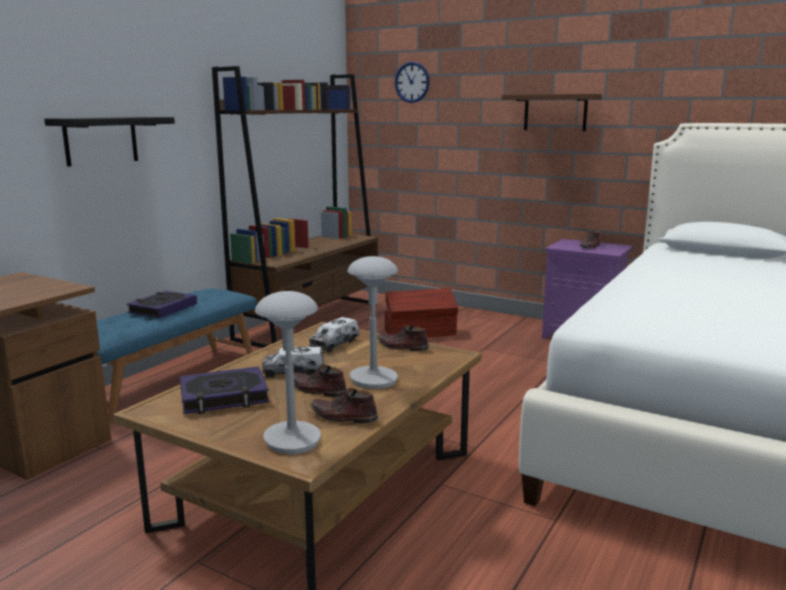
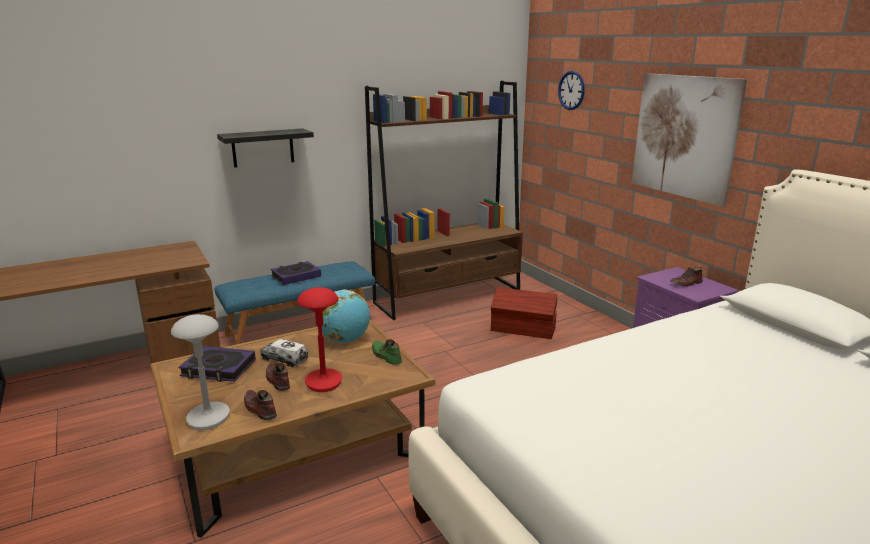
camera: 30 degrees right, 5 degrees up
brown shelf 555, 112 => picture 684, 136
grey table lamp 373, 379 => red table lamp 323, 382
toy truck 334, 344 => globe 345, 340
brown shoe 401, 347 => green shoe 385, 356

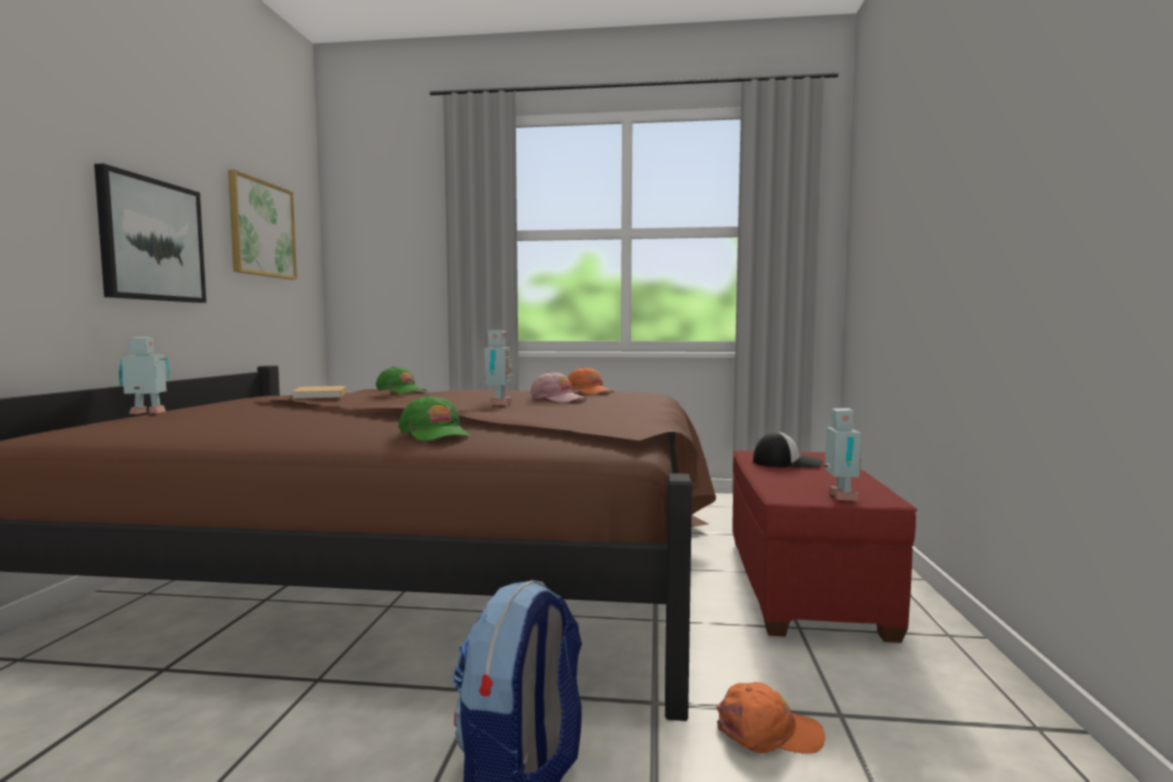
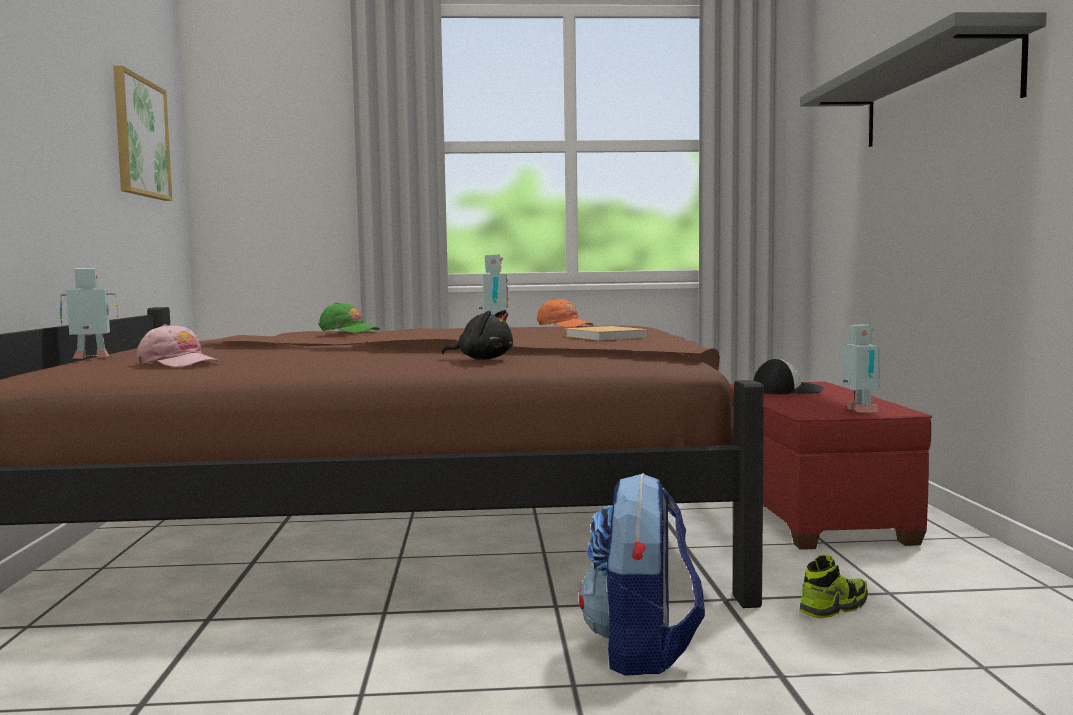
camera: 10 degrees left, 0 degrees up
picture 151, 240 => nothing
pink cap 558, 399 => pink cap 179, 363, moved
beige book 320, 395 => beige book 606, 337, moved
green cap 435, 434 => black plush toy 482, 359
orange cap 768, 731 => shoe 834, 607
nothing => grey shelf 936, 94

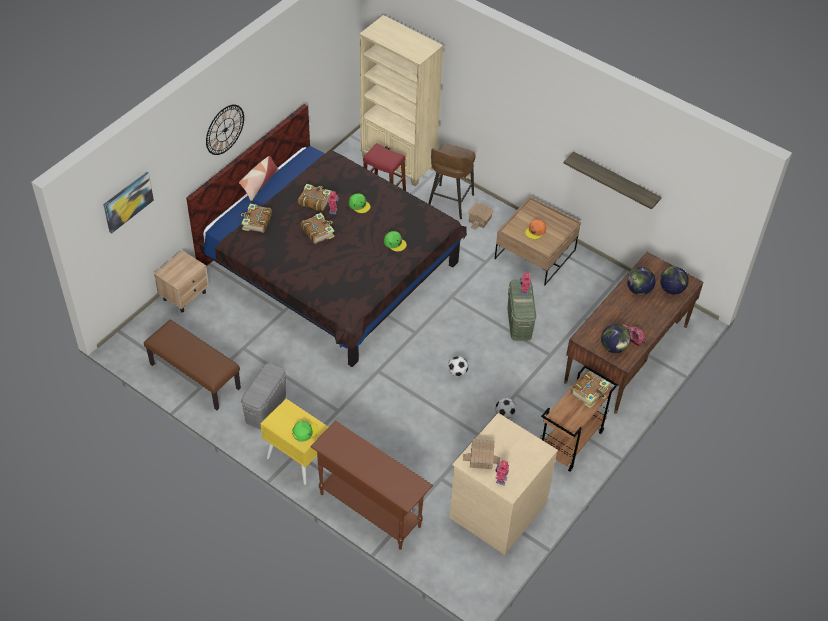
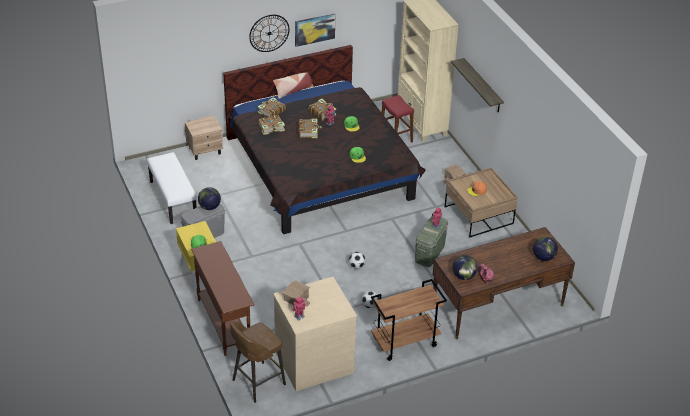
camera: 30 degrees right, 10 degrees down
brown stool 449, 203 => brown stool 257, 383, moved
shelf 615, 181 => shelf 482, 86, moved
picture 128, 201 => picture 314, 29, moved
globe 639, 290 => globe 209, 207, moved
brown bench 194, 376 => white bench 172, 199
book 590, 392 => book 271, 128, moved

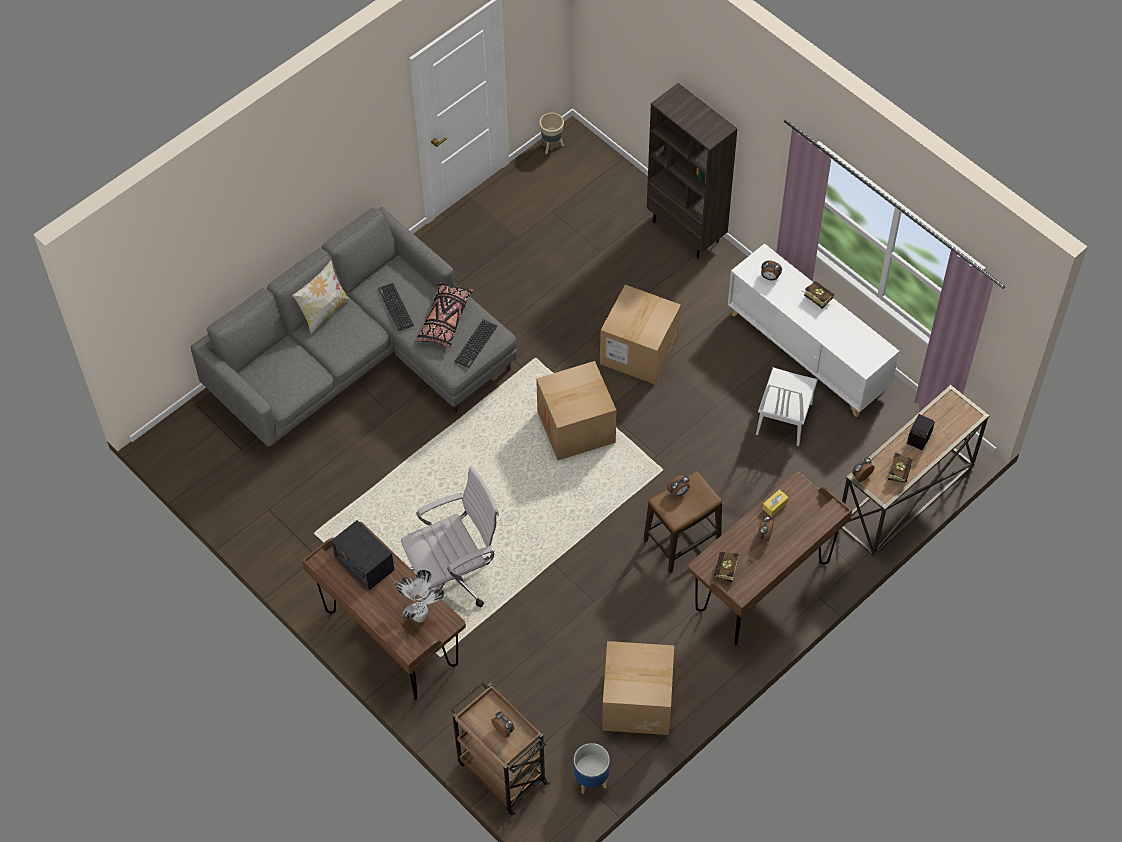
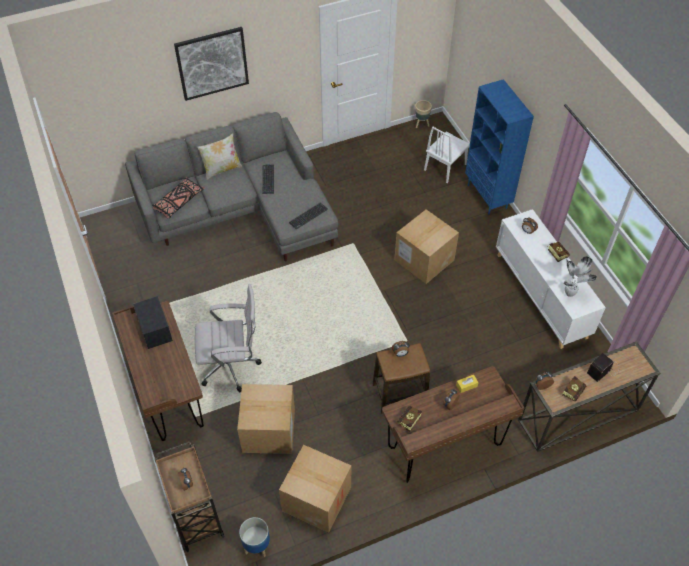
camera: 20 degrees right, 5 degrees down
brown bookcase 687, 231 => blue bookcase 488, 196
black pillow 445, 320 => black pillow 178, 202, moved
cardboard box 576, 427 => cardboard box 269, 430, moved
white chair 784, 418 => white chair 445, 167, moved
potted plant 420, 617 => potted plant 570, 294, moved
nothing => picture 212, 63

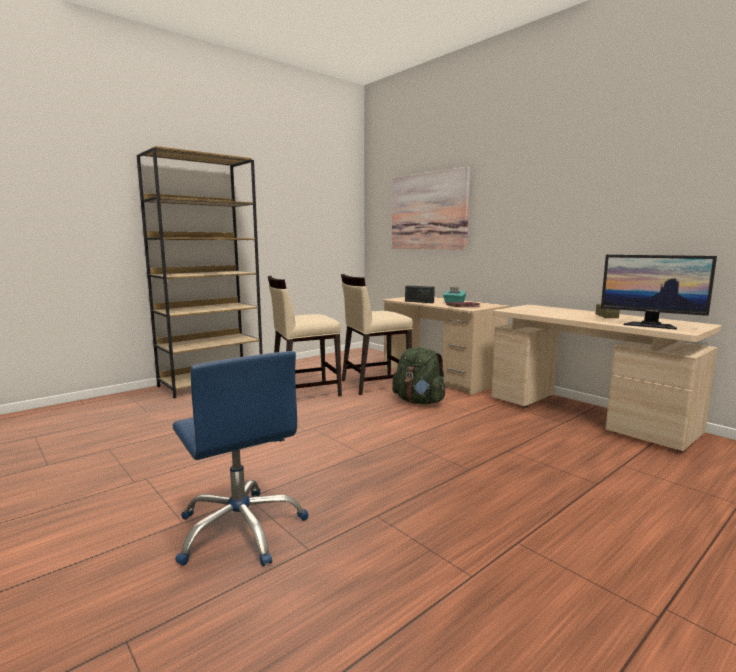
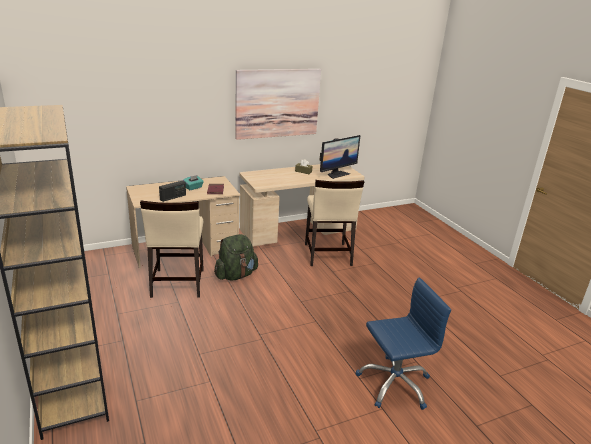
camera: 75 degrees left, 15 degrees up
picture 428, 211 => picture 277, 103, moved
beige chair 304, 391 => beige chair 327, 255, moved

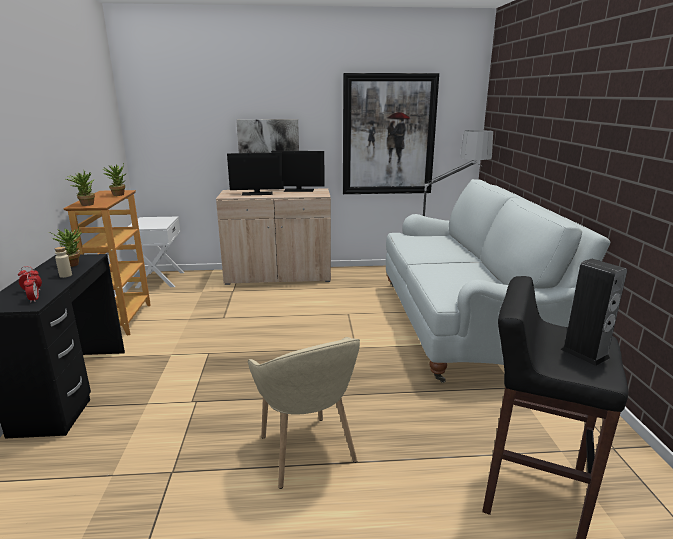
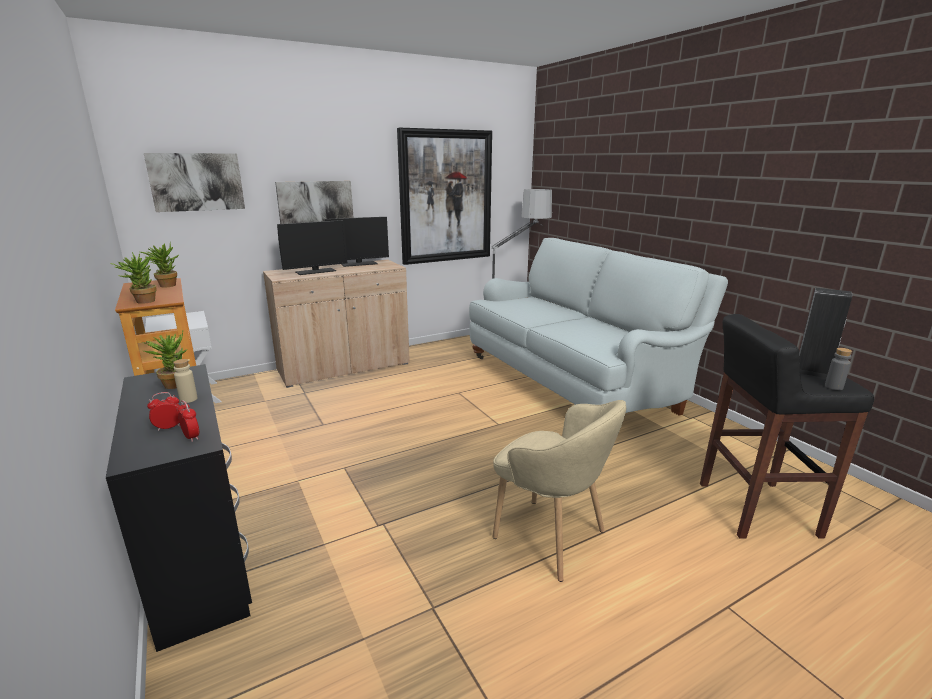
camera: 25 degrees left, 0 degrees up
nothing => picture 196, 182
nothing => grey bottle 833, 387

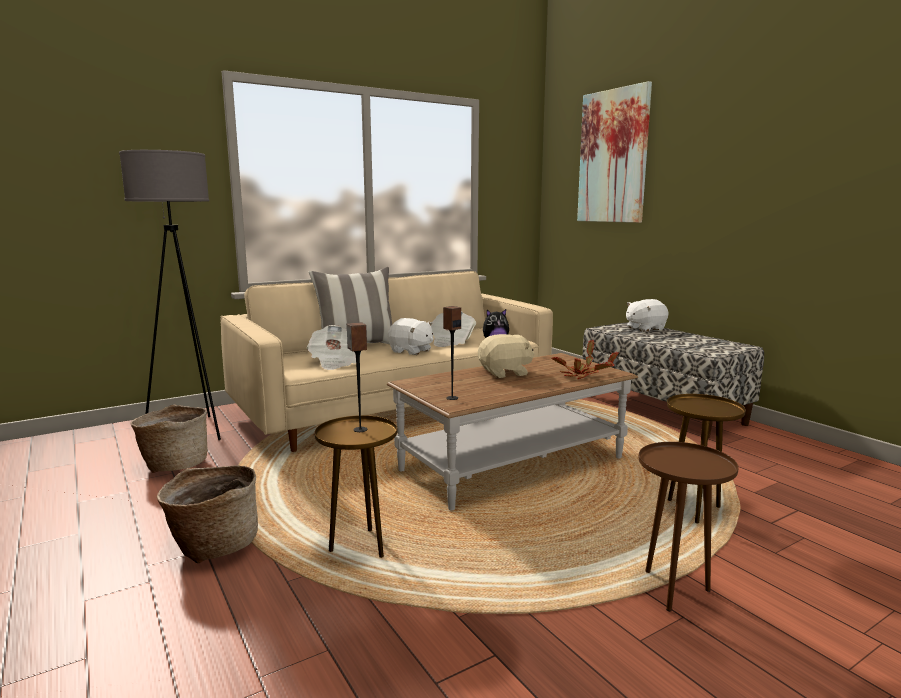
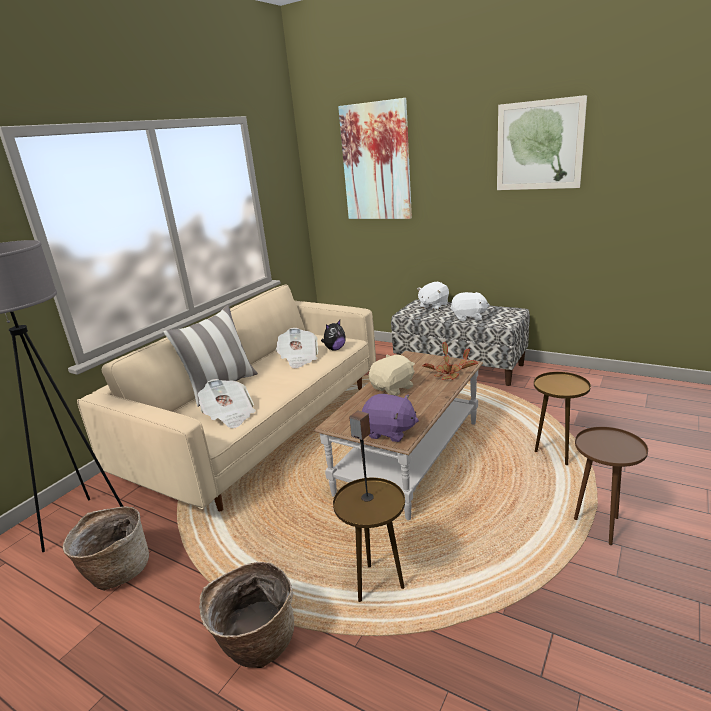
camera: 25 degrees left, 10 degrees up
speaker 452, 398 => purple plush toy 389, 432
white plush toy 411, 351 => white plush toy 469, 317, moved
nothing => picture 539, 145

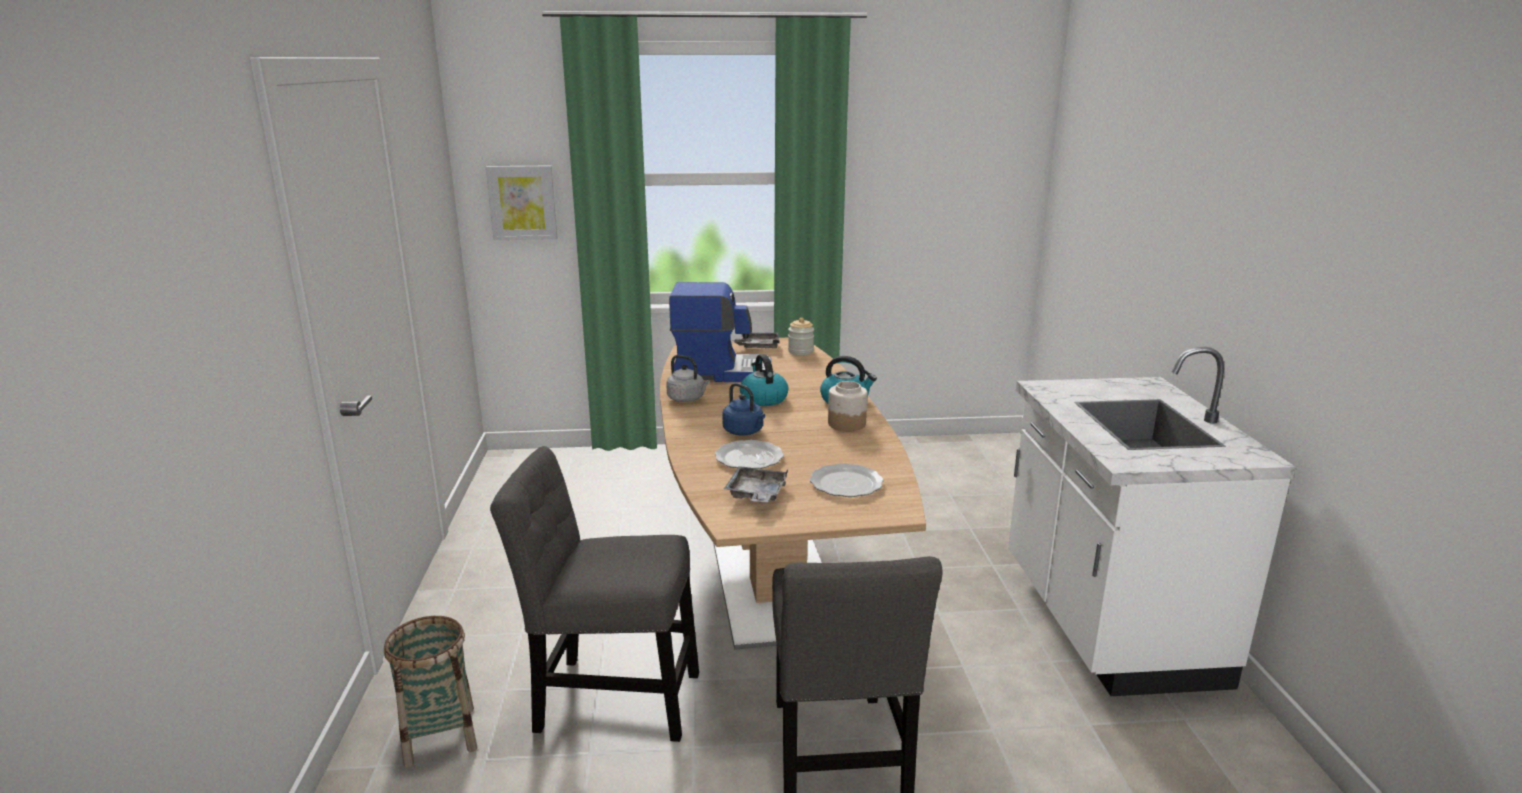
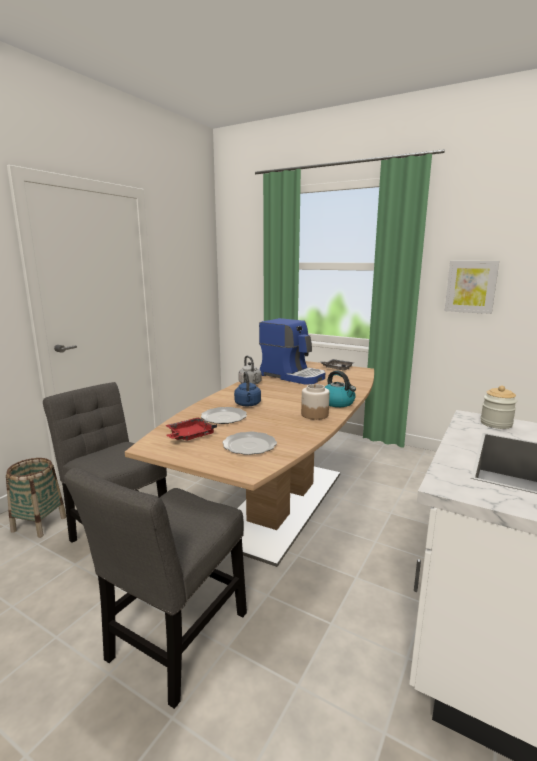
camera: 35 degrees right, 5 degrees down
picture 522, 202 => picture 471, 286, moved
jar 800, 351 => jar 496, 424, moved
kettle 763, 399 => nothing
grey tray 756, 494 => red tray 189, 436

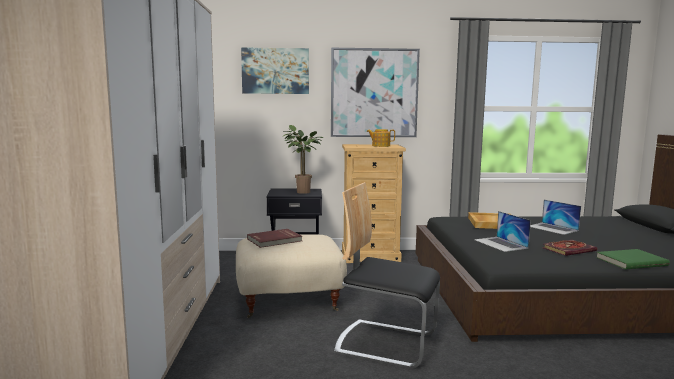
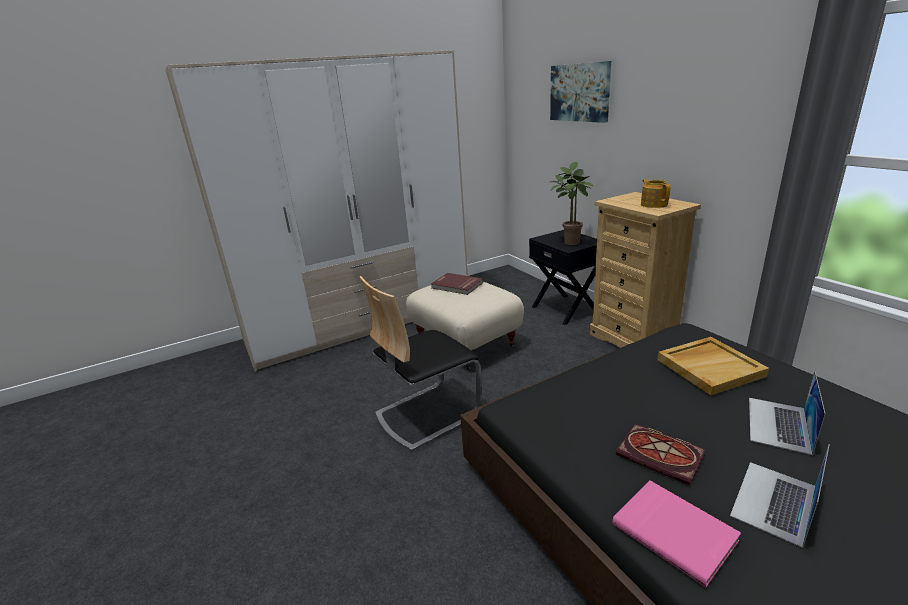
camera: 65 degrees right, 15 degrees up
picture 374, 93 => nothing
chair 386, 343 => chair 426, 414, 120 degrees counterclockwise
laptop 500, 244 => laptop 774, 501, moved
green book 630, 261 => pink book 675, 531

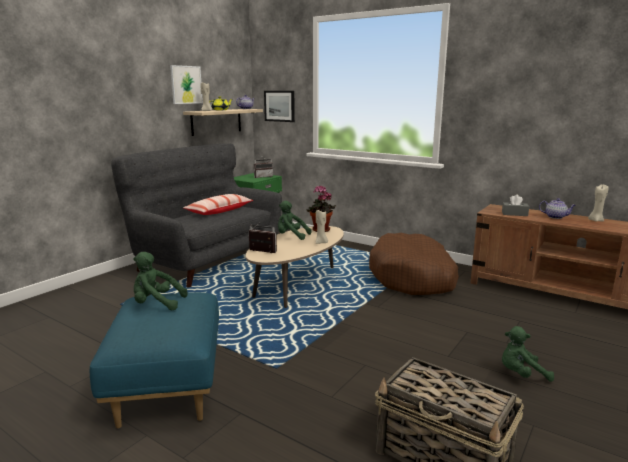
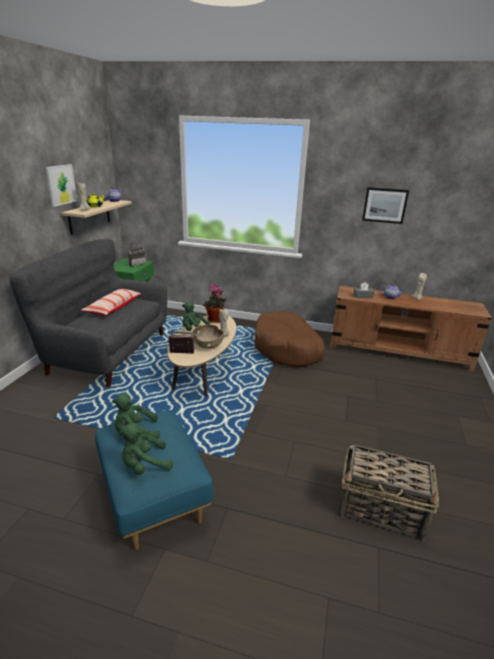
camera: 20 degrees left, 10 degrees up
picture 279, 106 => picture 384, 205, moved
green plush toy 521, 374 => green plush toy 144, 465, moved
nothing => brown bowl 208, 345

